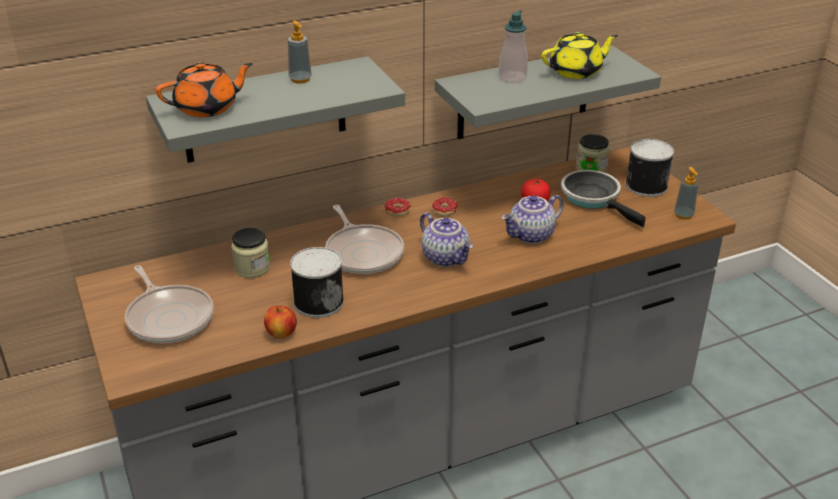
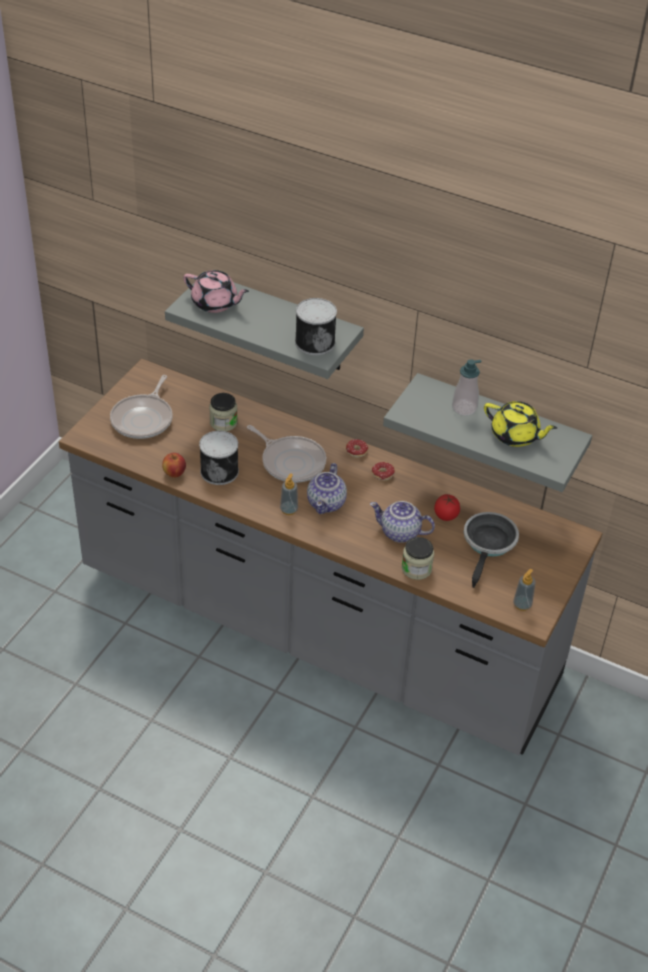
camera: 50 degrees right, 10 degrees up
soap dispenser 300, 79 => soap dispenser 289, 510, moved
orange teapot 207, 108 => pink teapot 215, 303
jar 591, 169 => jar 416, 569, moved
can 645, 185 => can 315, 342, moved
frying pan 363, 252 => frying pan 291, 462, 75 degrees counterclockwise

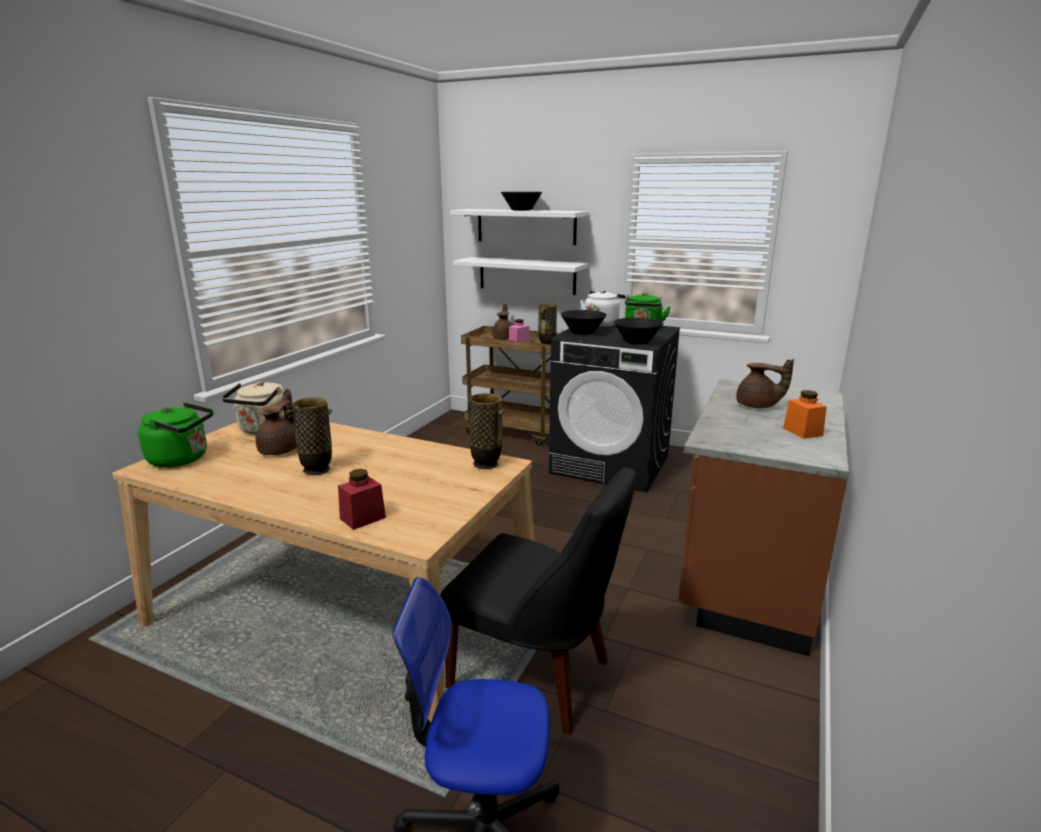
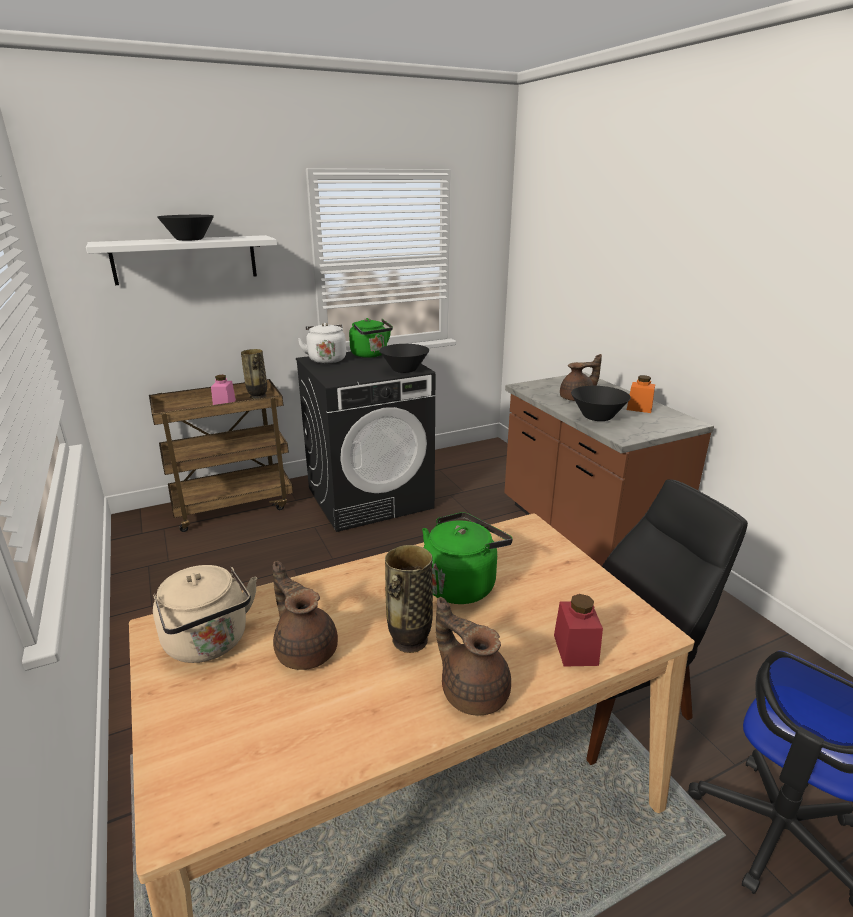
camera: 50 degrees left, 5 degrees up
white shelf 527, 275 => nothing
brown teapot 504, 338 => brown teapot 472, 690, moved
black bowl 582, 333 => black bowl 597, 417, moved
vase 486, 464 => nothing
green kettle 182, 459 => green kettle 462, 584, moved

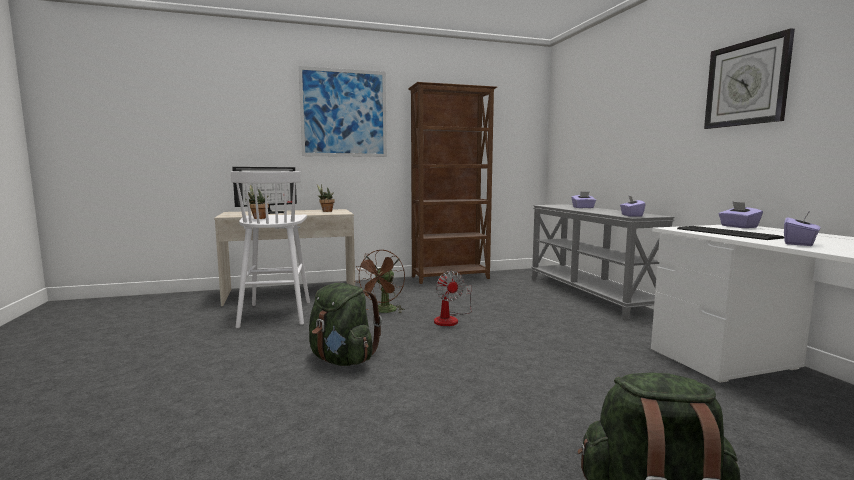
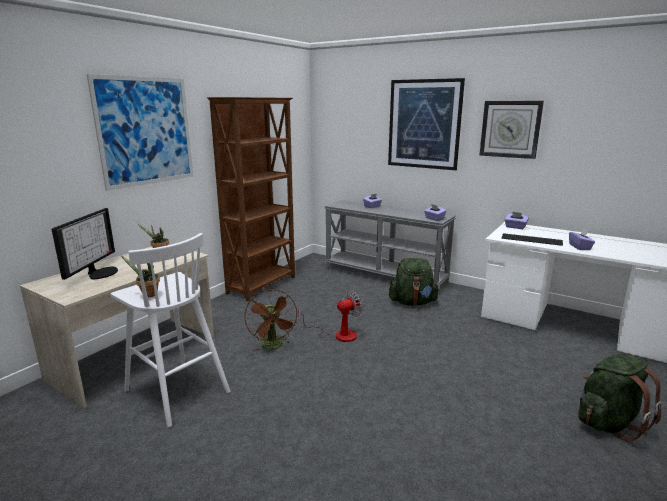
camera: 40 degrees left, 10 degrees up
fan 450, 319 => fan 338, 335, 60 degrees counterclockwise
green backpack 342, 360 => green backpack 412, 302, moved
nothing => picture 424, 124

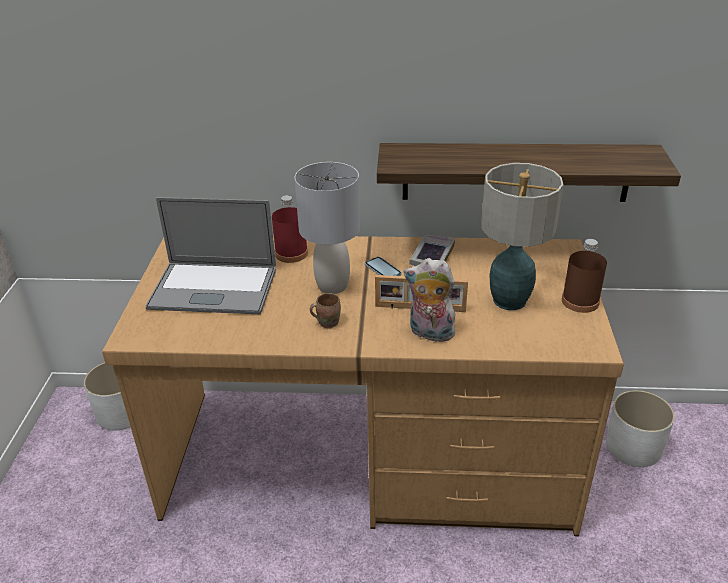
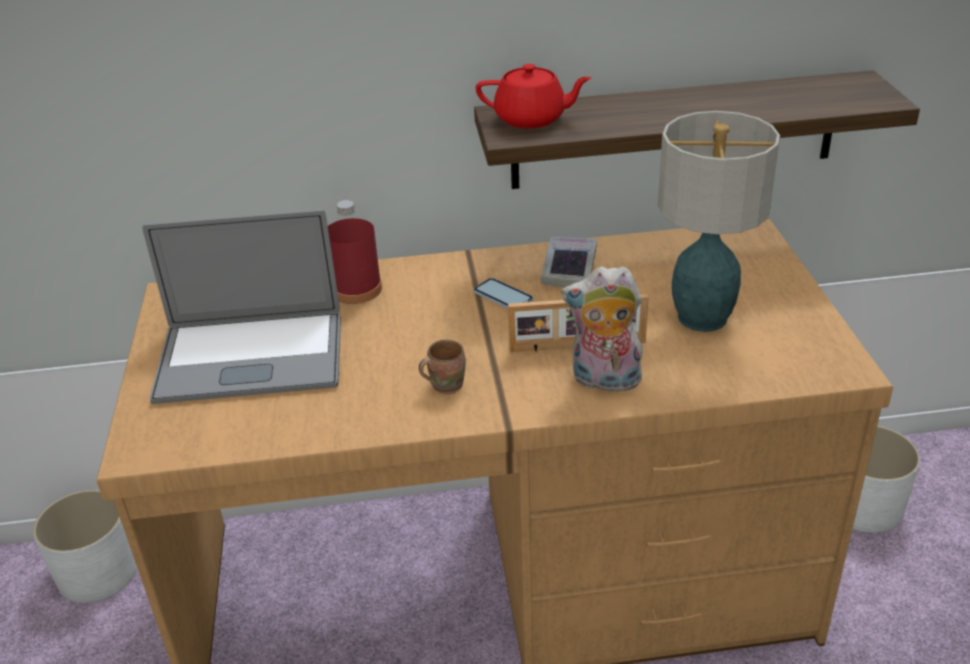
camera: 10 degrees left, 0 degrees up
grey table lamp 333, 285 => nothing
brown bottle 580, 301 => nothing
nothing => red teapot 531, 119

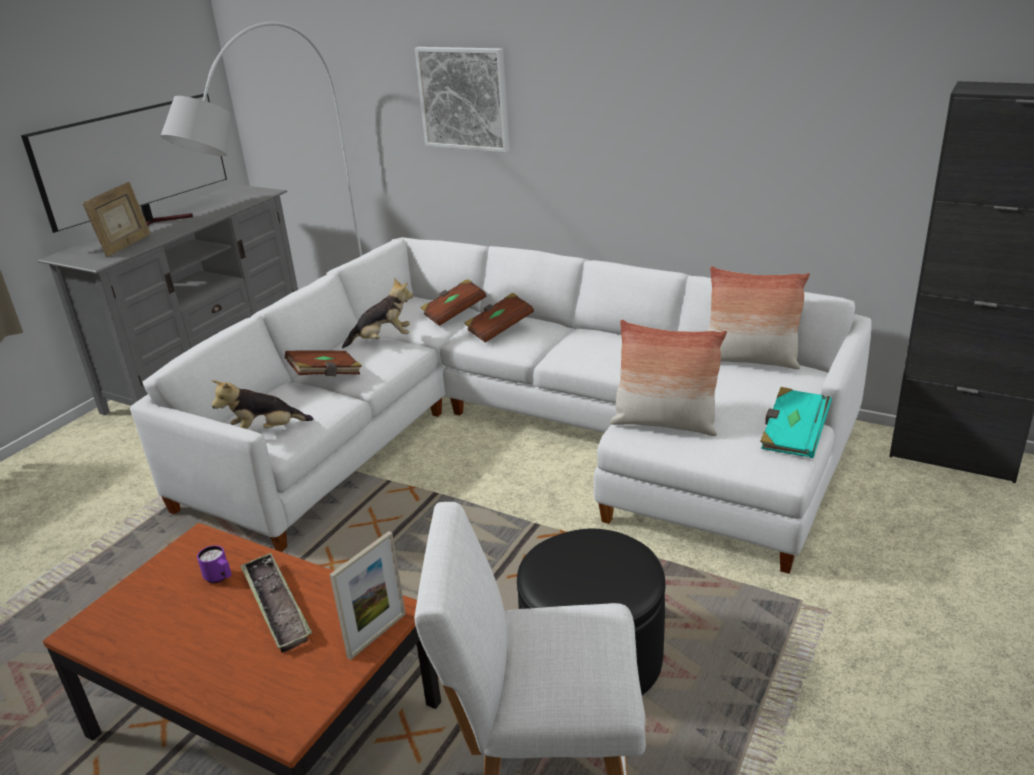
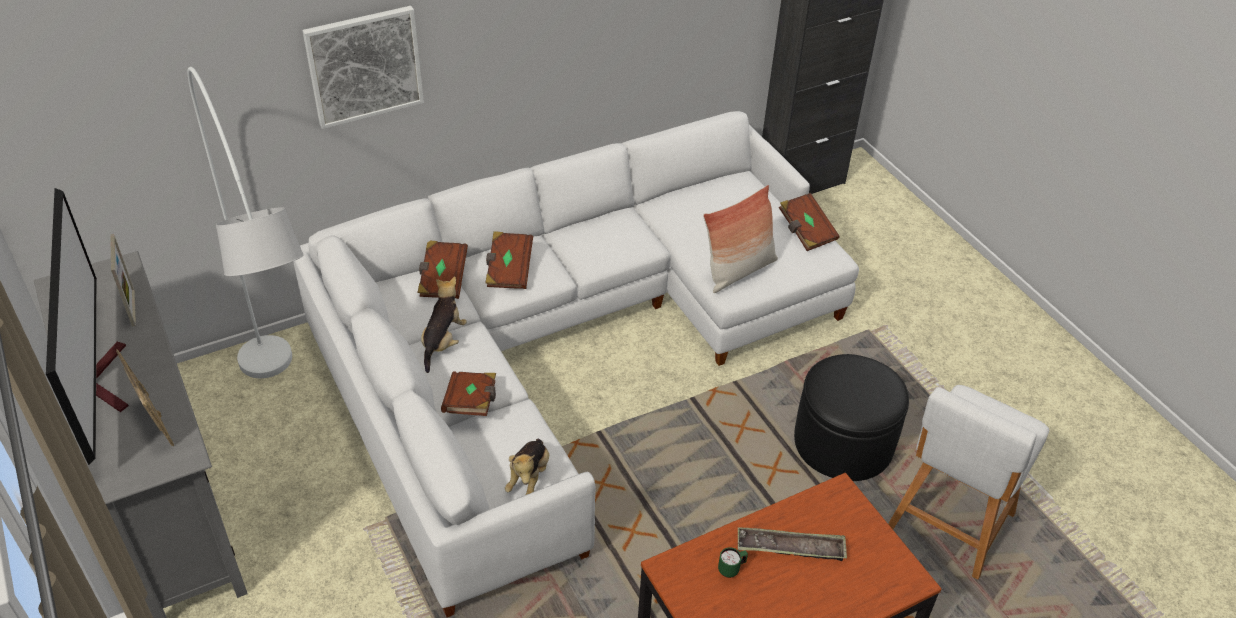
camera: 60 degrees left, 15 degrees up
pillow 750, 361 => nothing
turquoise book 792, 436 => brown book 806, 231
picture frame 377, 635 => picture frame 133, 308, moved
purple mug 220, 578 => green mug 731, 569

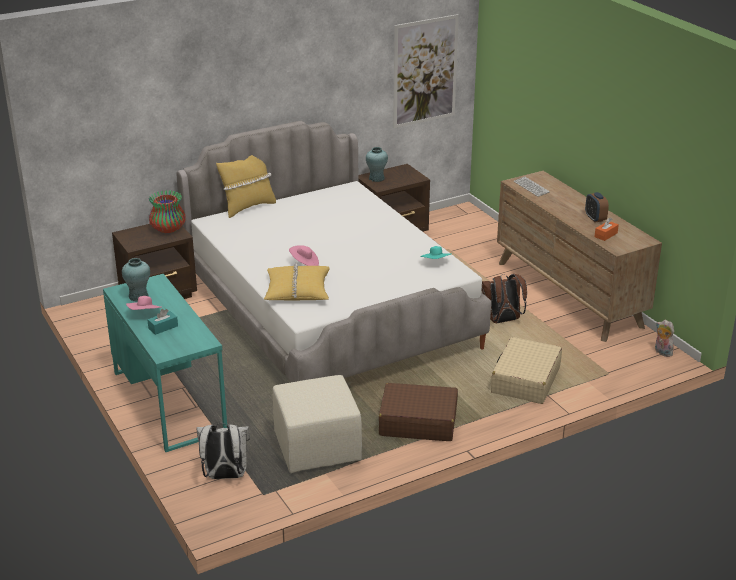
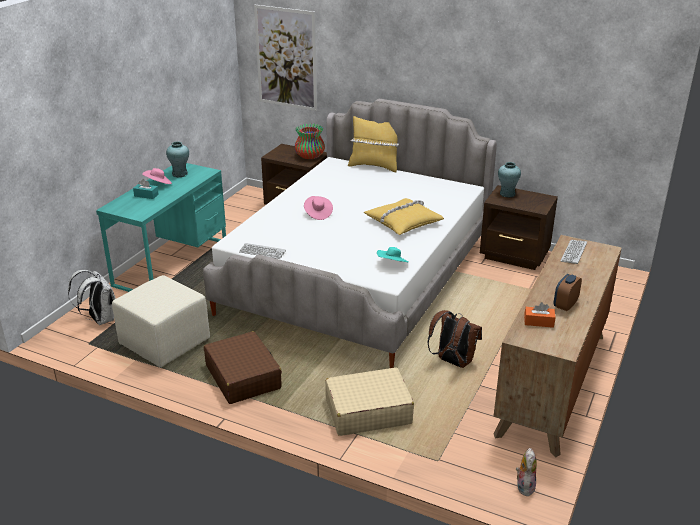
camera: 55 degrees right, 0 degrees up
picture 425, 71 => picture 286, 58, moved
yellow pillow 297, 290 => yellow pillow 403, 222, moved
nothing => keyboard 262, 252

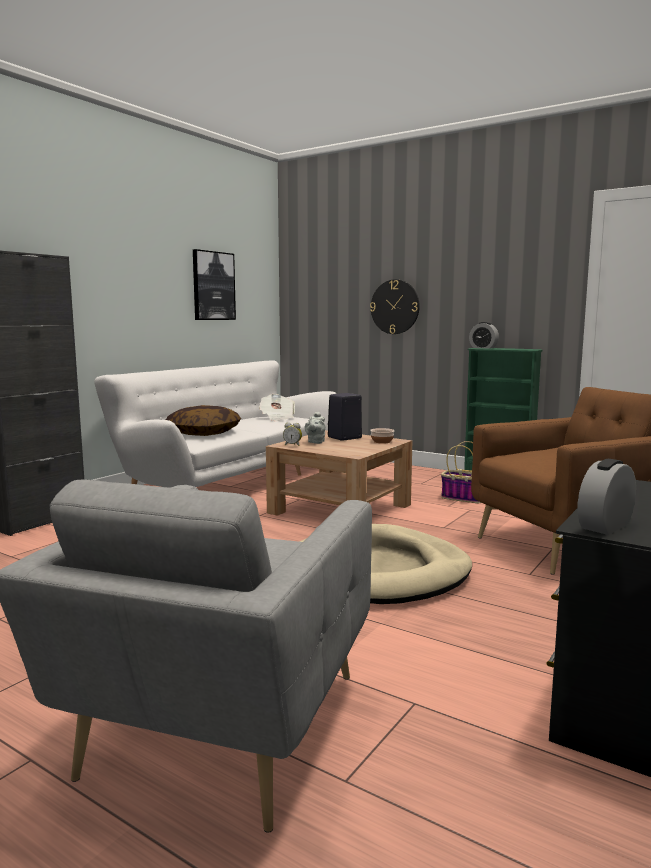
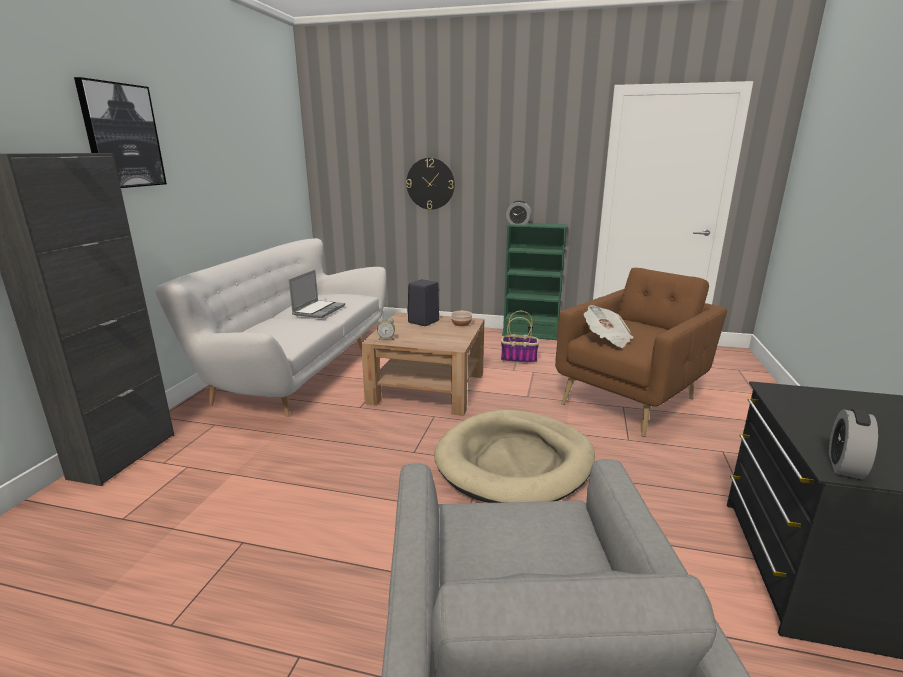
camera: 20 degrees left, 10 degrees up
picture 213, 286 => picture 122, 136, moved
newspaper 277, 418 => newspaper 607, 339, moved
pillow 203, 433 => nothing
grey teapot 315, 442 => nothing
nothing => laptop 319, 310

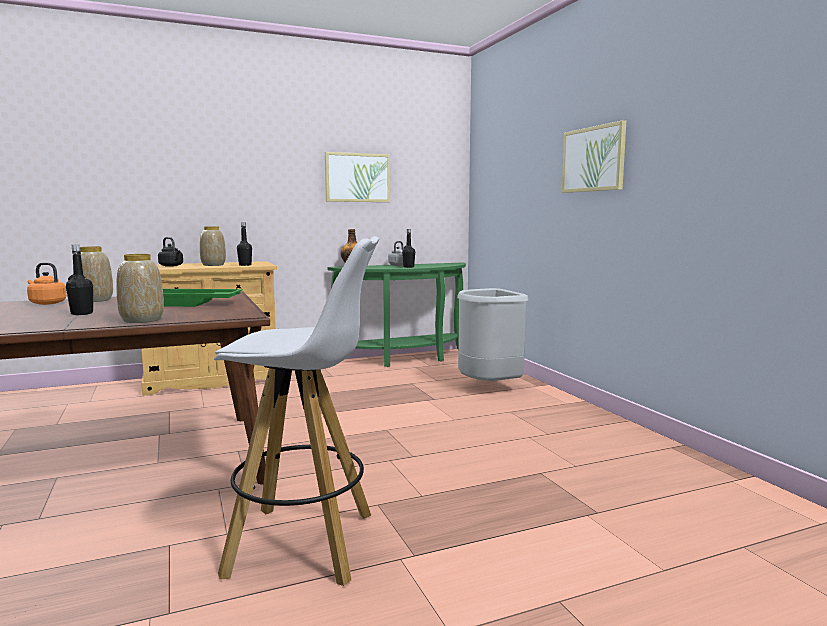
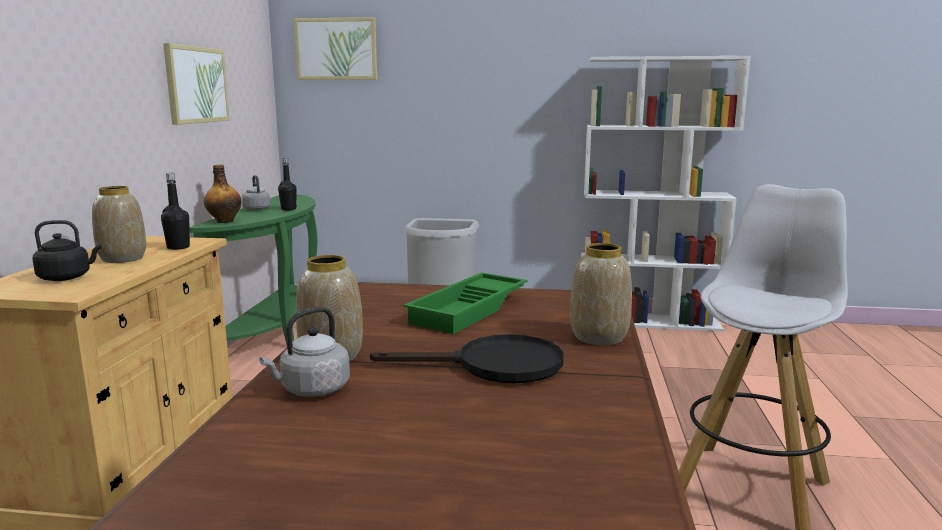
camera: 60 degrees left, 5 degrees up
picture 593, 159 => picture 336, 49, moved
black bottle 82, 313 => black frying pan 494, 366
orange kettle 46, 303 => grey kettle 312, 390
nothing => white bookcase 648, 321

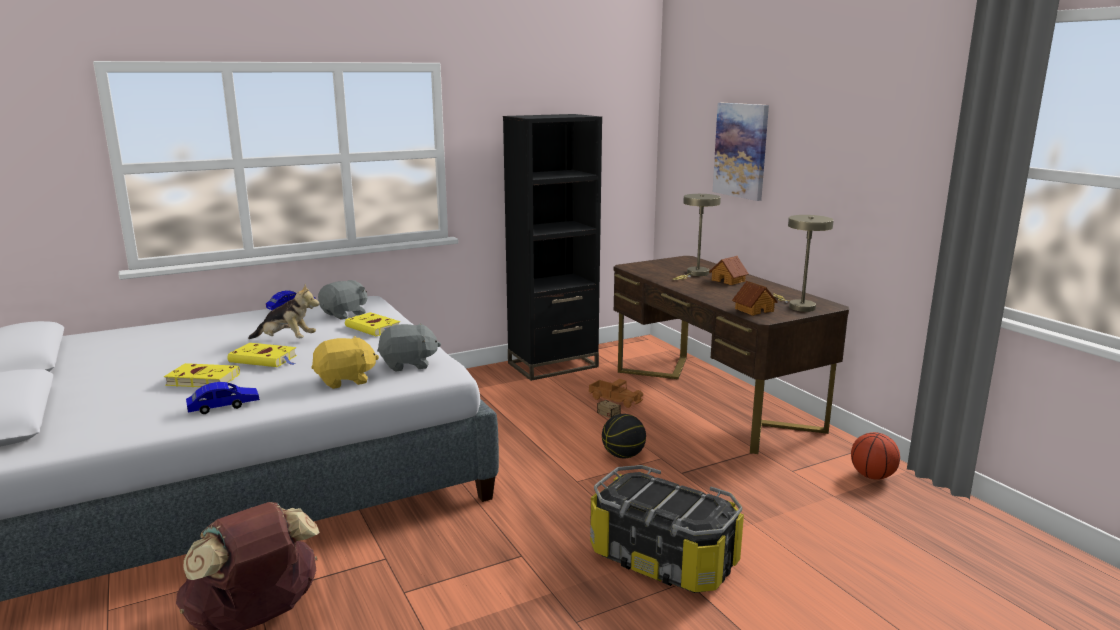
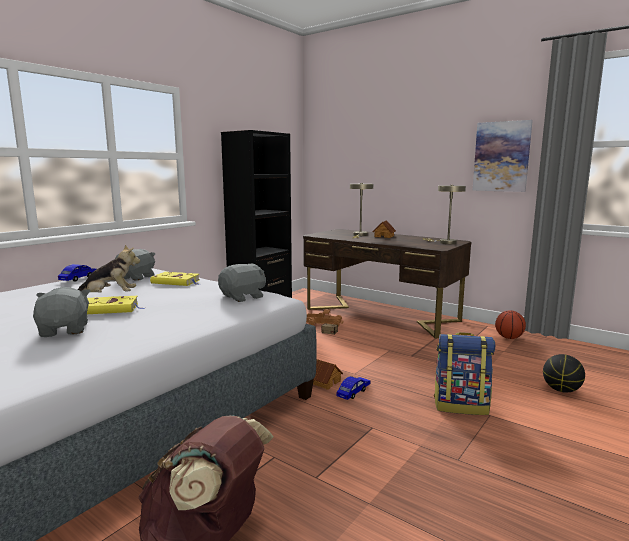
camera: 25 degrees left, 5 degrees down
picture 741, 150 => picture 501, 156, moved
toy house 753, 310 => toy house 325, 382, moved
yellow plush toy 345, 380 => nothing
yellow book 201, 380 => grey plush toy 65, 330
blue toy car 224, 406 => blue toy car 353, 392, moved
basketball 623, 455 => basketball 561, 390, moved
storage box 664, 558 => backpack 461, 405

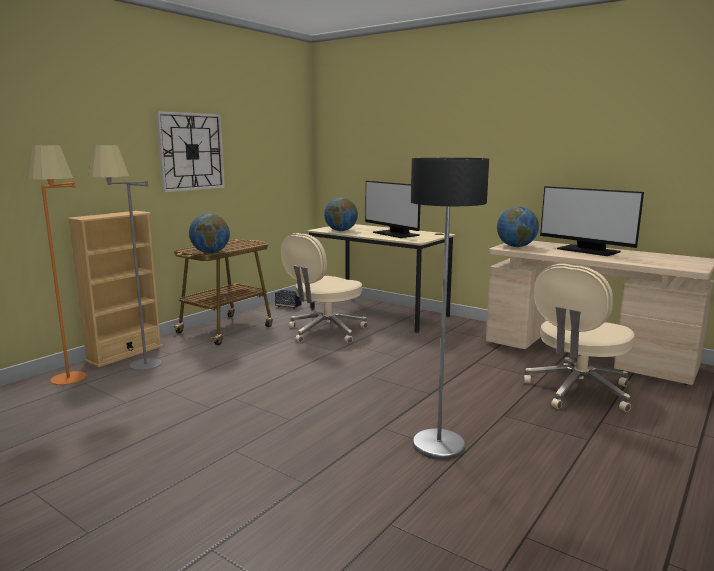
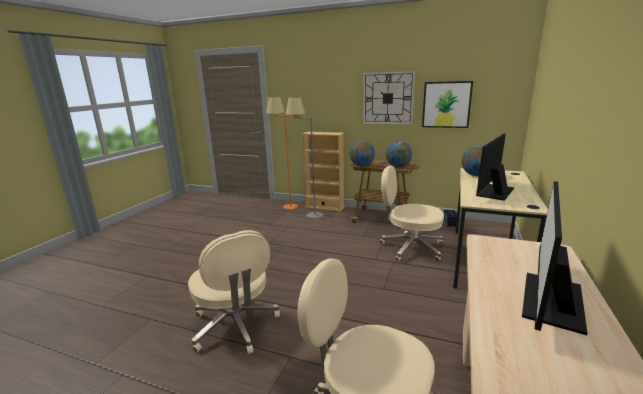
camera: 75 degrees right, 5 degrees up
floor lamp 439, 445 => beige office chair 235, 326
globe 516, 246 => globe 398, 166, moved
nothing => picture 446, 104

